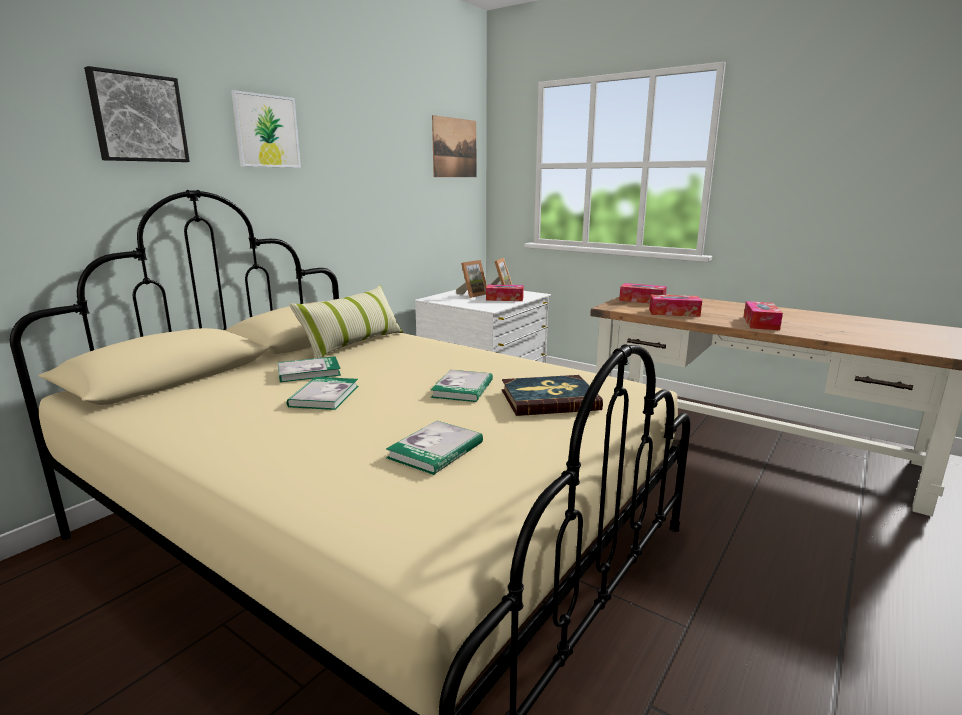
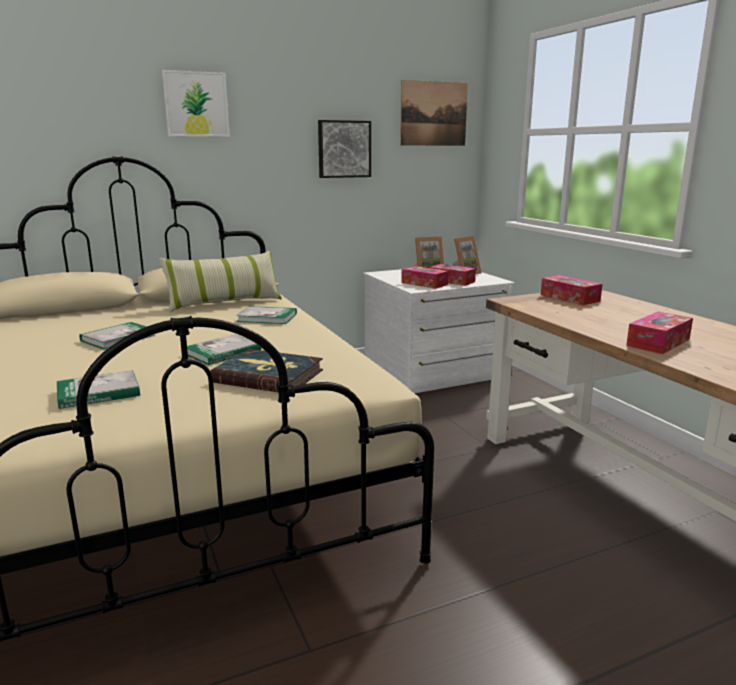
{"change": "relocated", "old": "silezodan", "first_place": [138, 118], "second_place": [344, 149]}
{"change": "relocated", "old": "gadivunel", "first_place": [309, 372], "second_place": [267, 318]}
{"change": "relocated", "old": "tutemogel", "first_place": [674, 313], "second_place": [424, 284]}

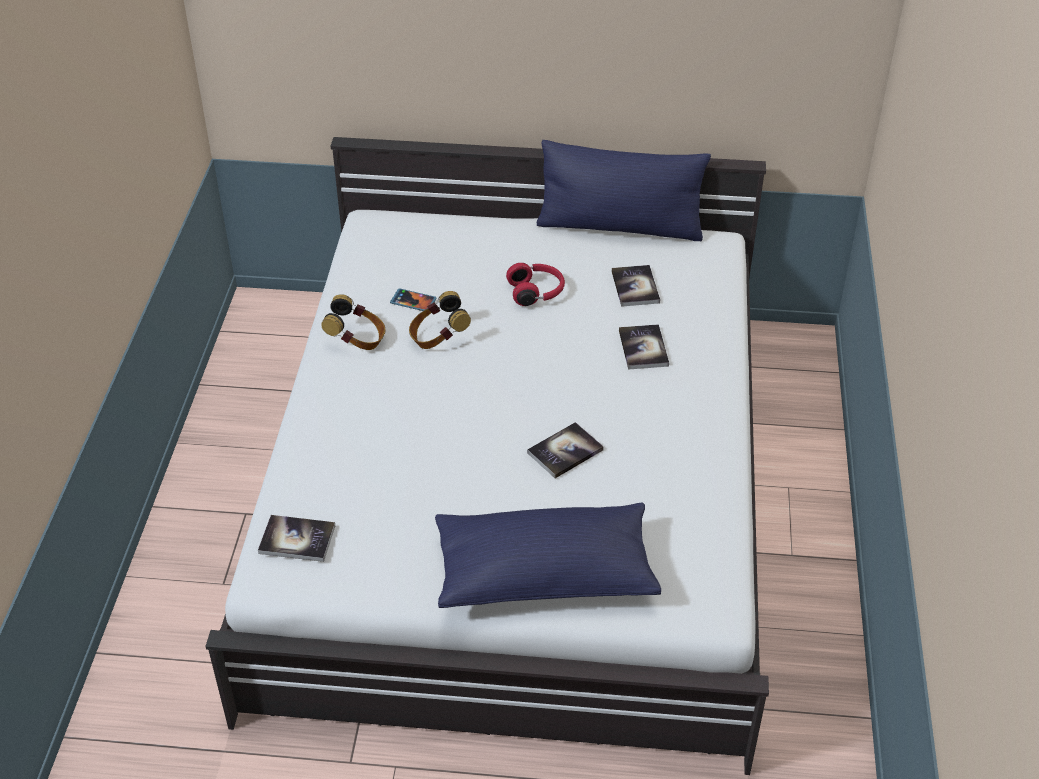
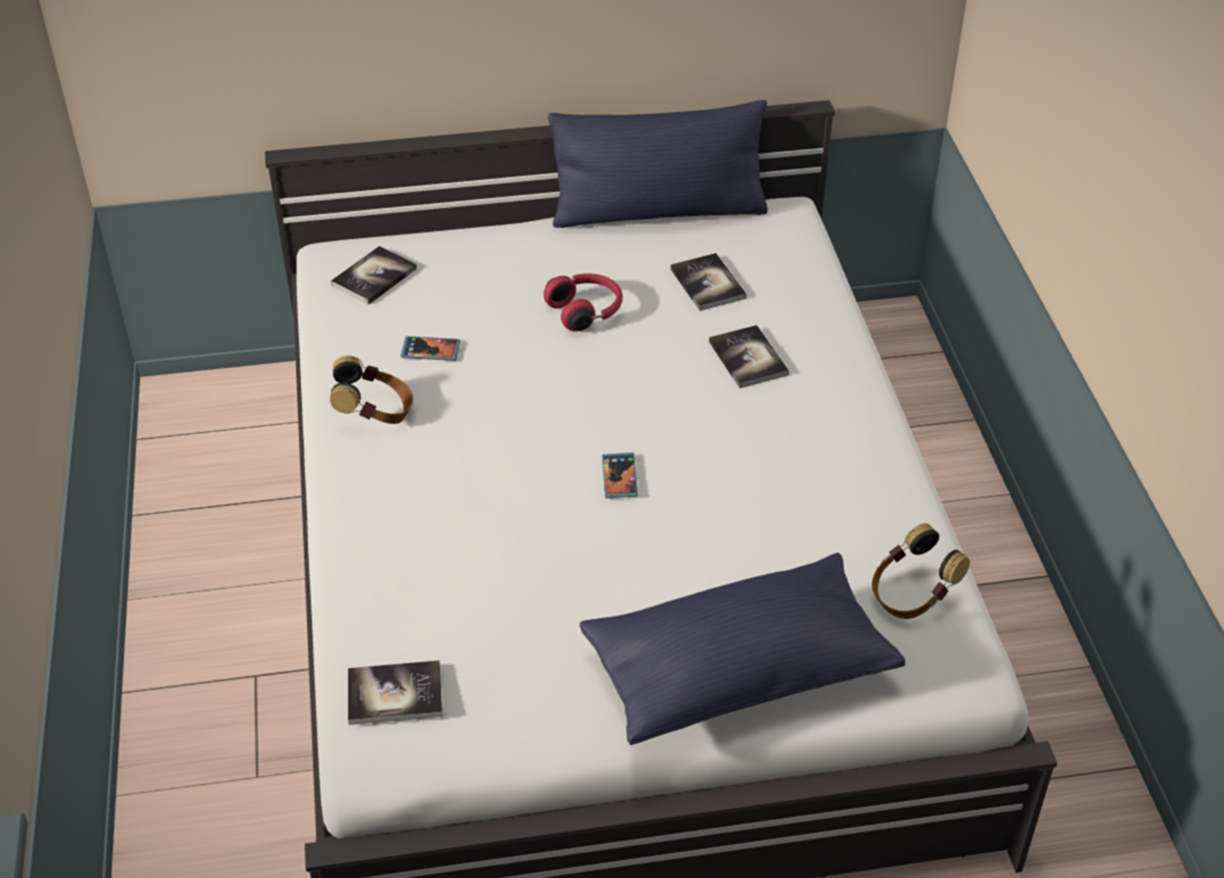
{"change": "relocated", "old": "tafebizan", "first_place": [438, 338], "second_place": [911, 596]}
{"change": "relocated", "old": "gadivunel", "first_place": [565, 451], "second_place": [374, 277]}
{"change": "appeared", "new": "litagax", "second_place": [619, 477]}

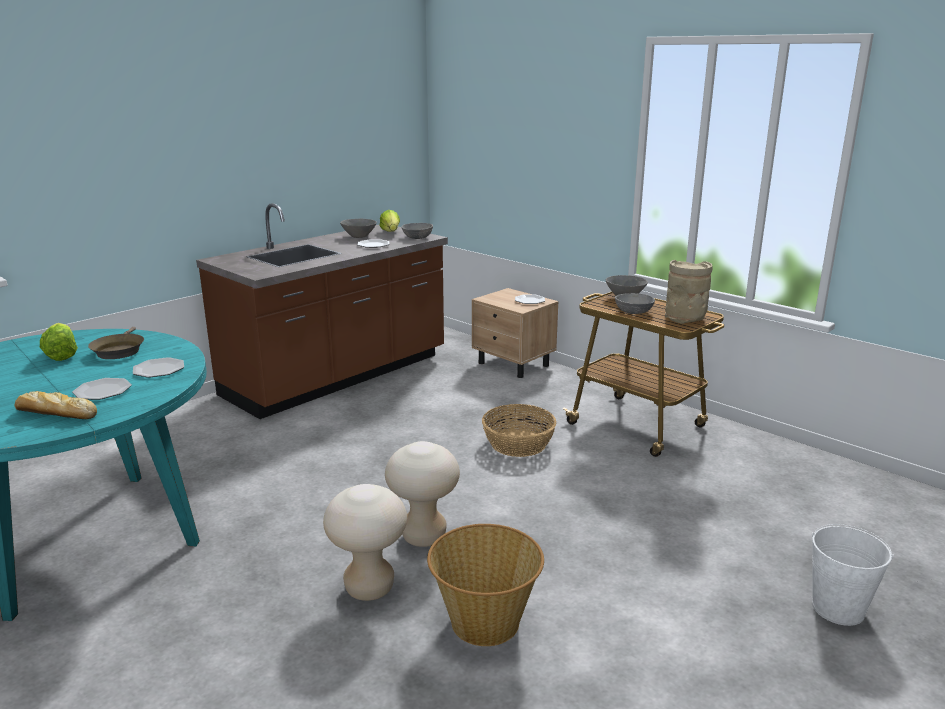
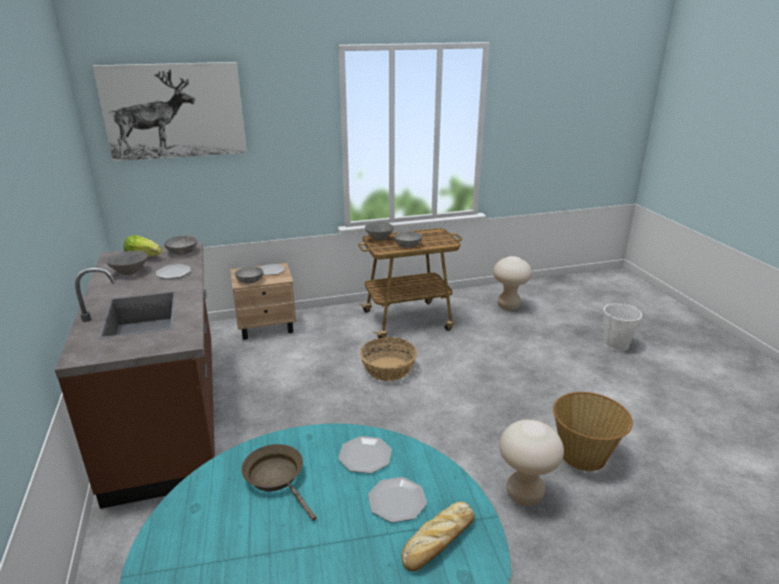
{"change": "missing", "old": "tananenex", "first_place": [62, 354]}
{"change": "spun", "old": "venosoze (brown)", "first_place": [119, 350], "second_place": [277, 478], "degrees": -150}
{"change": "relocated", "old": "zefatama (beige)", "first_place": [424, 536], "second_place": [508, 306]}
{"change": "missing", "old": "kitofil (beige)", "first_place": [684, 320]}
{"change": "appeared", "new": "silezodan", "second_place": [174, 111]}
{"change": "appeared", "new": "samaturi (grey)", "second_place": [250, 281]}

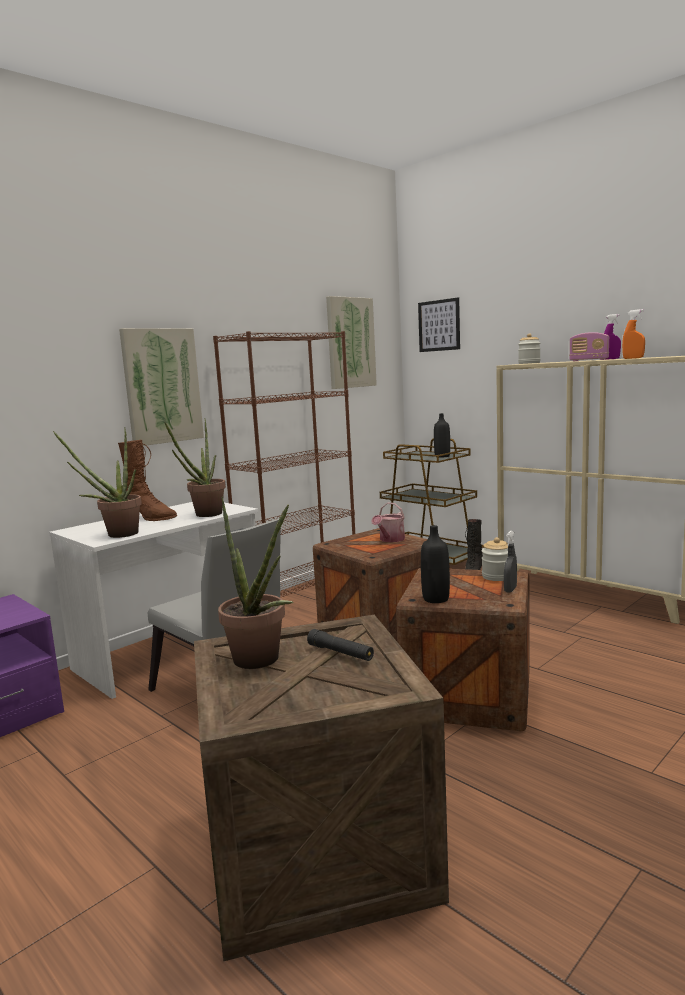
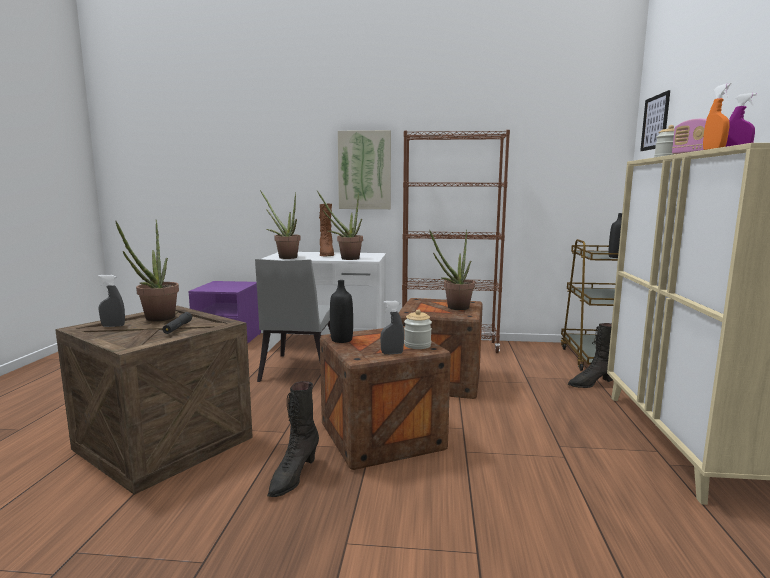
{"change": "missing", "old": "silezodan", "first_place": [350, 343]}
{"change": "exchanged", "old": "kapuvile", "new": "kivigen", "first_place": [390, 540], "second_place": [454, 308]}
{"change": "appeared", "new": "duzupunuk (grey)", "second_place": [113, 326]}
{"change": "appeared", "new": "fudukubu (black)", "second_place": [293, 477]}

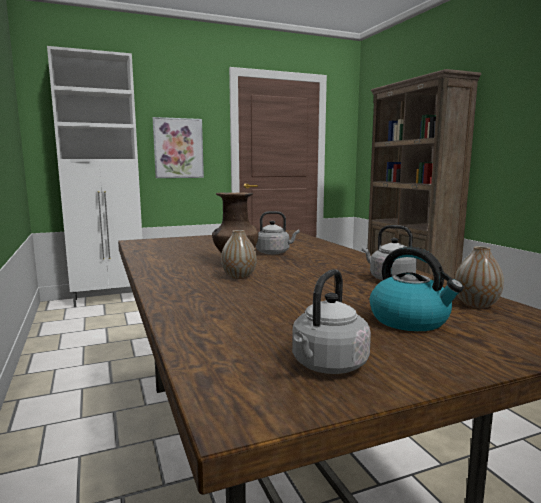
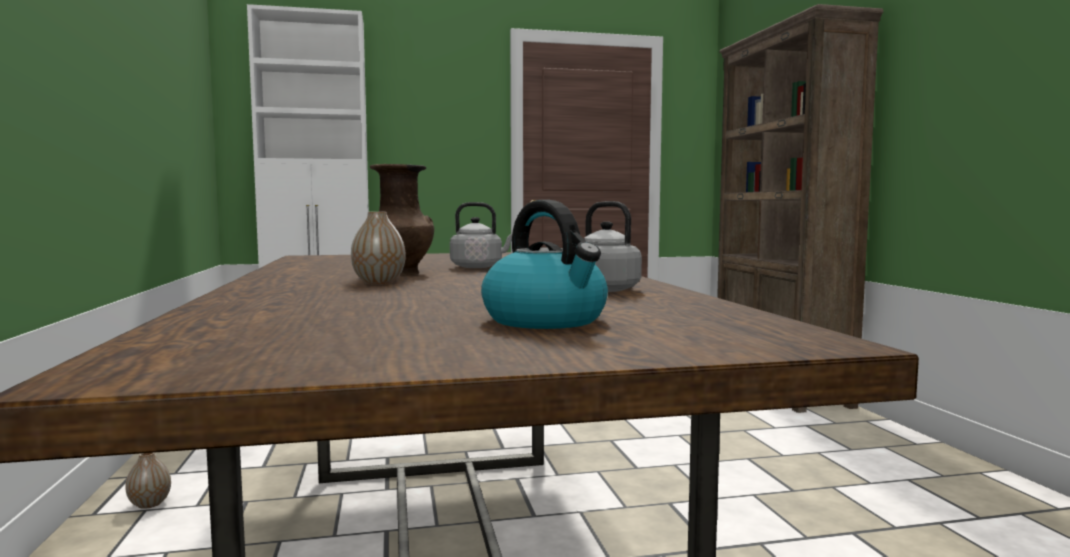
{"change": "missing", "old": "silezodan", "first_place": [178, 148]}
{"change": "missing", "old": "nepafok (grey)", "first_place": [327, 366]}
{"change": "relocated", "old": "kitofil", "first_place": [476, 304], "second_place": [149, 504]}

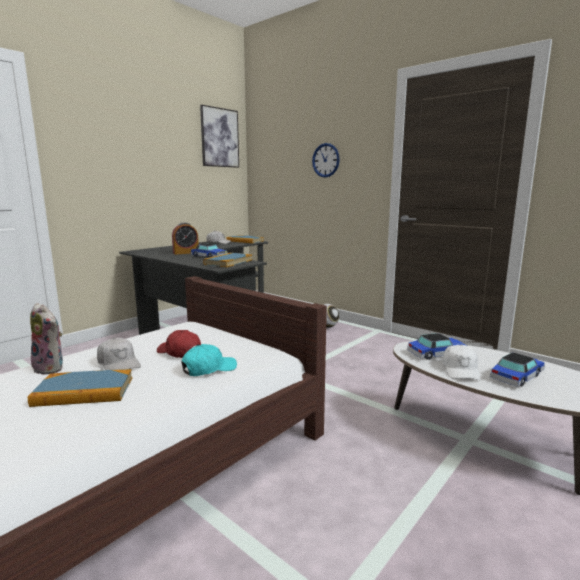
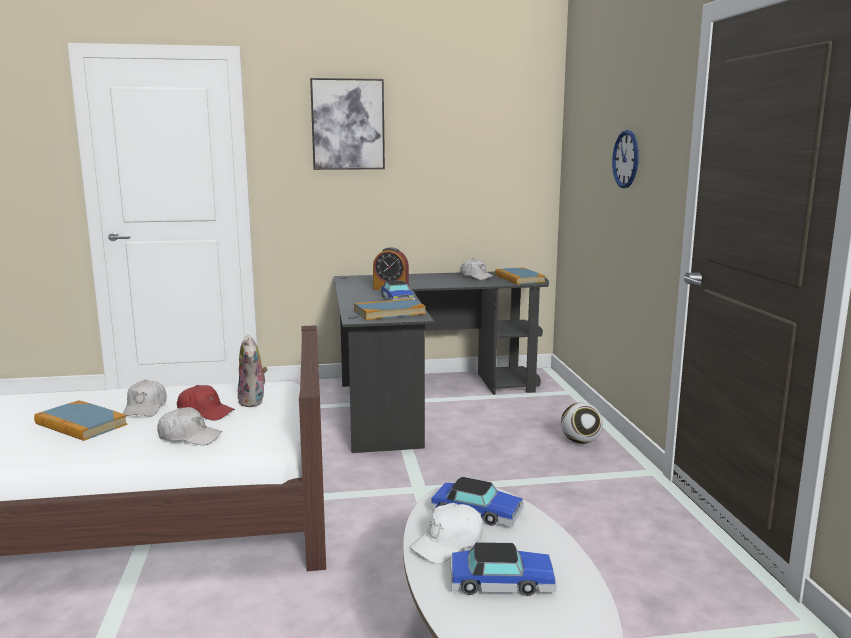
{"change": "relocated", "old": "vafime", "first_place": [51, 368], "second_place": [254, 402]}
{"change": "spun", "old": "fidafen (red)", "first_place": [179, 352], "second_place": [205, 412], "degrees": 120}
{"change": "colour", "old": "fidafen (turquoise)", "new": "fidafen (white)", "first_place": [209, 369], "second_place": [189, 437]}
{"change": "relocated", "old": "silezodan", "first_place": [219, 138], "second_place": [348, 124]}

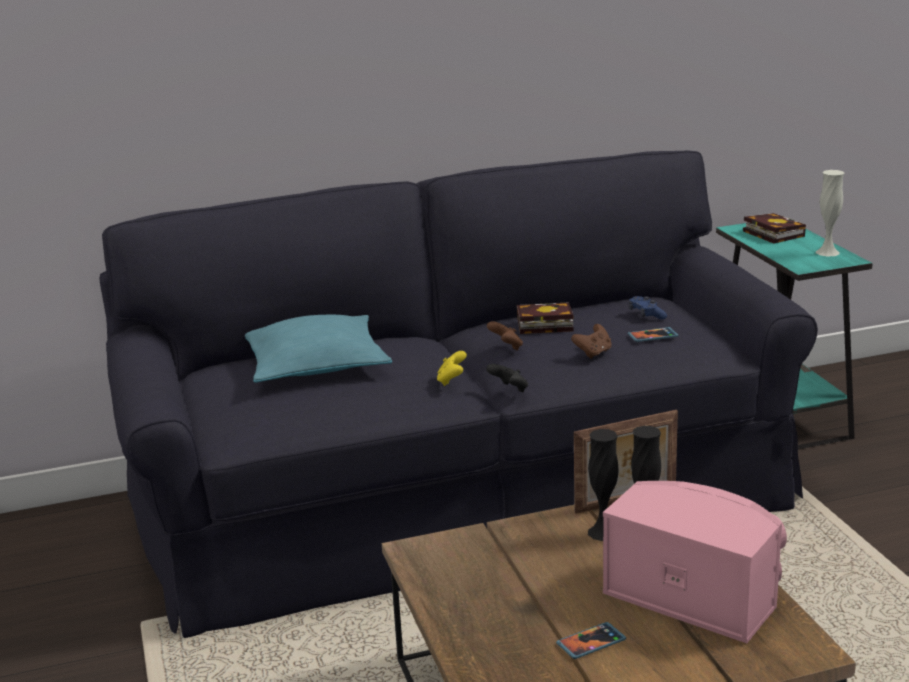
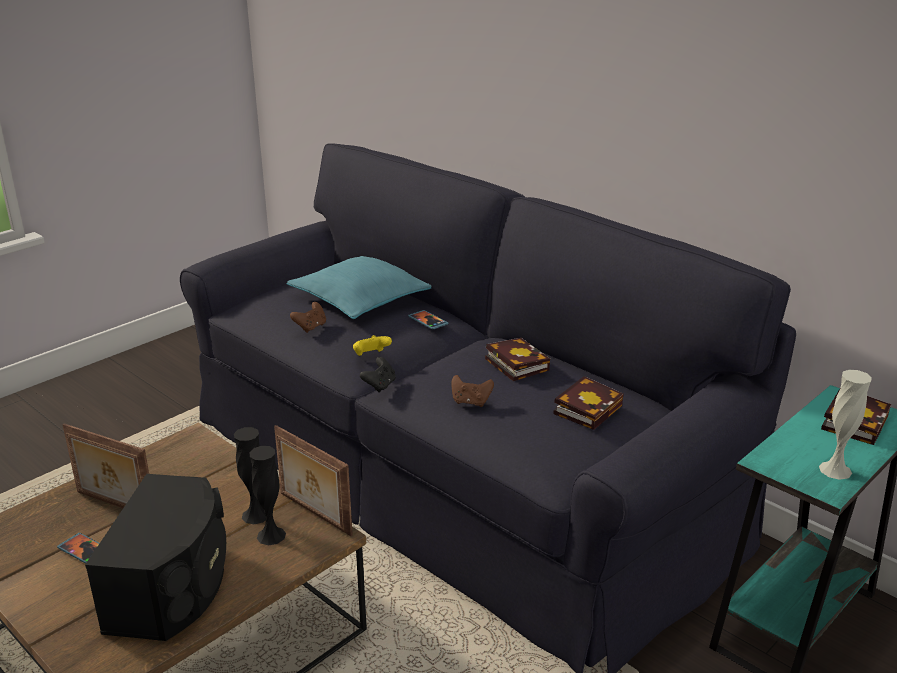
{"change": "relocated", "old": "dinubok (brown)", "first_place": [506, 347], "second_place": [310, 327]}
{"change": "colour", "old": "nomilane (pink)", "new": "nomilane (black)", "first_place": [694, 593], "second_place": [173, 587]}
{"change": "relocated", "old": "litagax", "first_place": [652, 336], "second_place": [428, 321]}
{"change": "exchanged", "old": "dinubok (blue)", "new": "gadivunel", "first_place": [646, 314], "second_place": [588, 408]}
{"change": "appeared", "new": "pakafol", "second_place": [115, 506]}

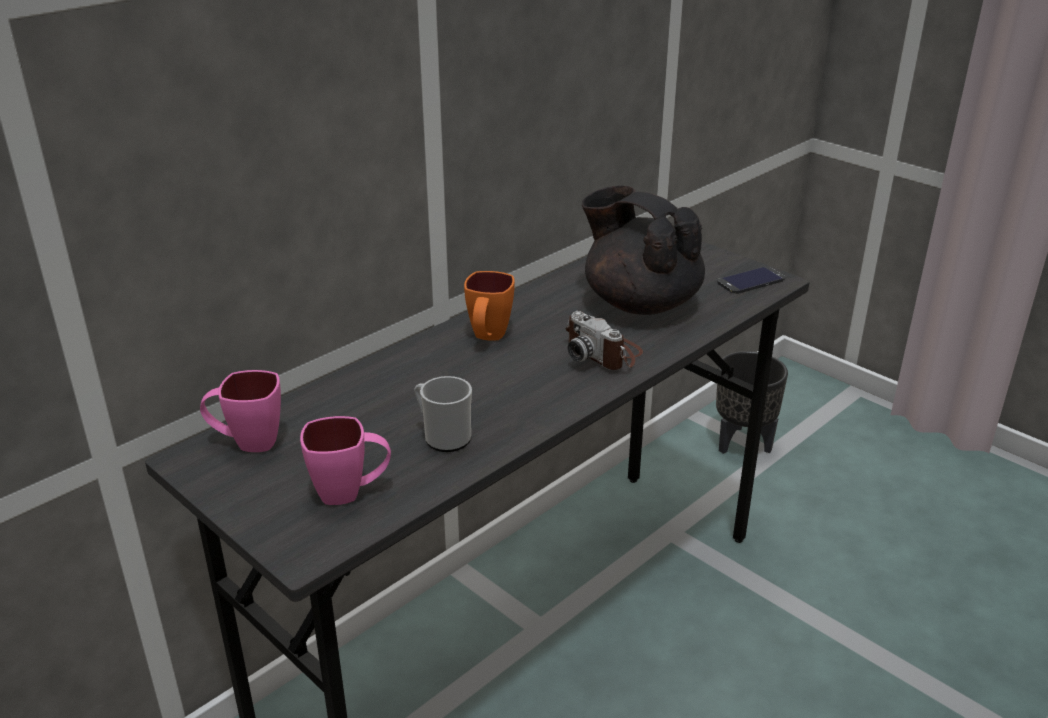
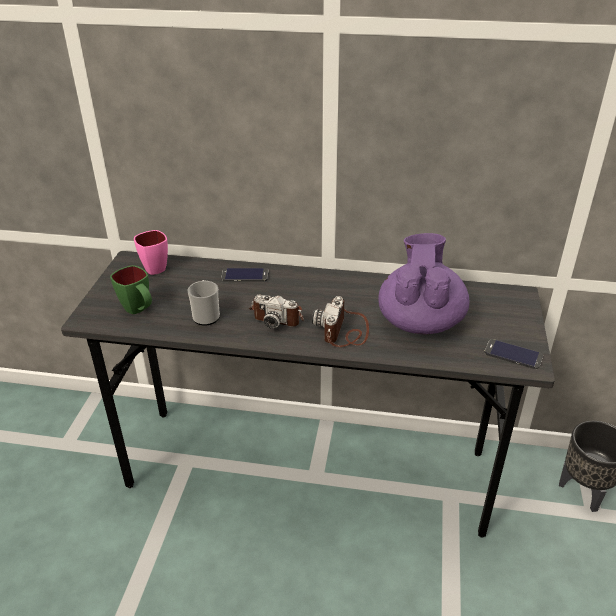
{"change": "colour", "old": "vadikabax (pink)", "new": "vadikabax (green)", "first_place": [351, 492], "second_place": [139, 310]}
{"change": "missing", "old": "vadikabax (orange)", "first_place": [488, 338]}
{"change": "colour", "old": "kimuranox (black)", "new": "kimuranox (purple)", "first_place": [640, 303], "second_place": [420, 321]}
{"change": "appeared", "new": "litagax", "second_place": [245, 275]}
{"change": "appeared", "new": "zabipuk", "second_place": [278, 316]}

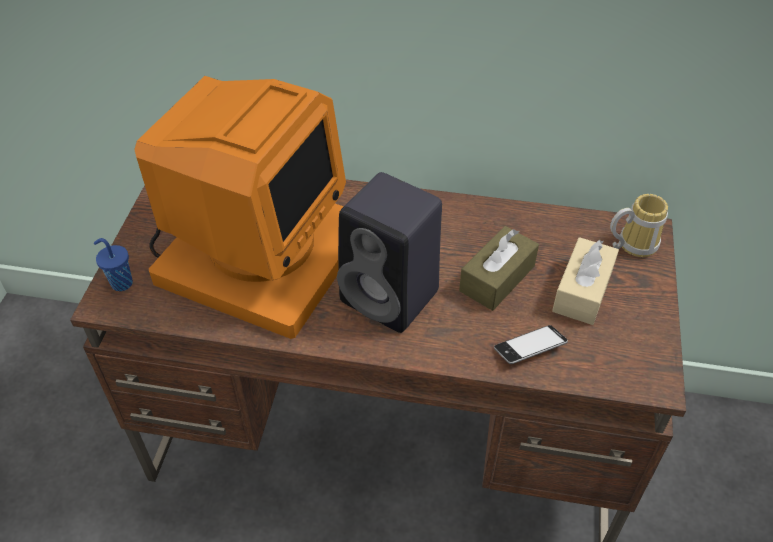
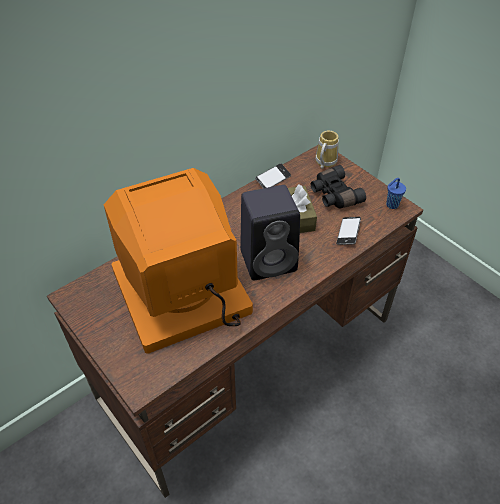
{"change": "relocated", "old": "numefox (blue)", "first_place": [120, 283], "second_place": [391, 205]}
{"change": "spun", "old": "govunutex", "first_place": [259, 253], "second_place": [181, 294], "degrees": -90}
{"change": "exchanged", "old": "tutemogel (beige)", "new": "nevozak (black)", "first_place": [582, 291], "second_place": [334, 195]}
{"change": "appeared", "new": "litagax", "second_place": [273, 179]}

